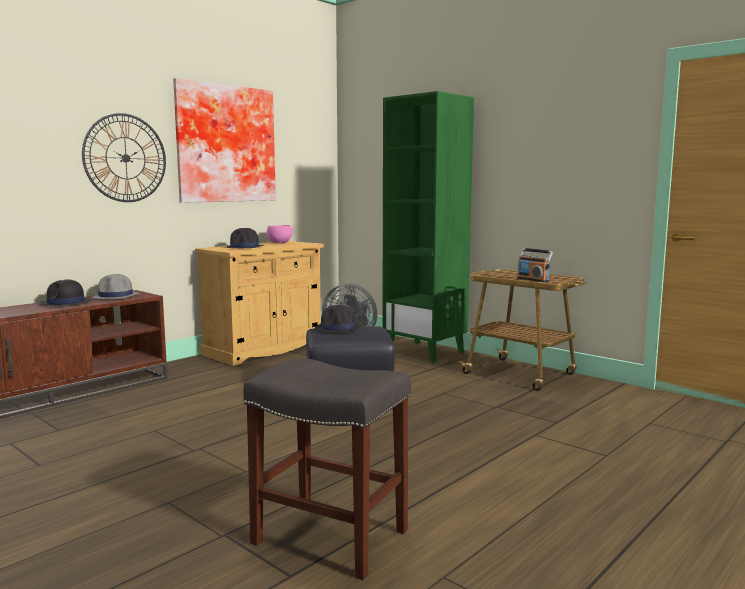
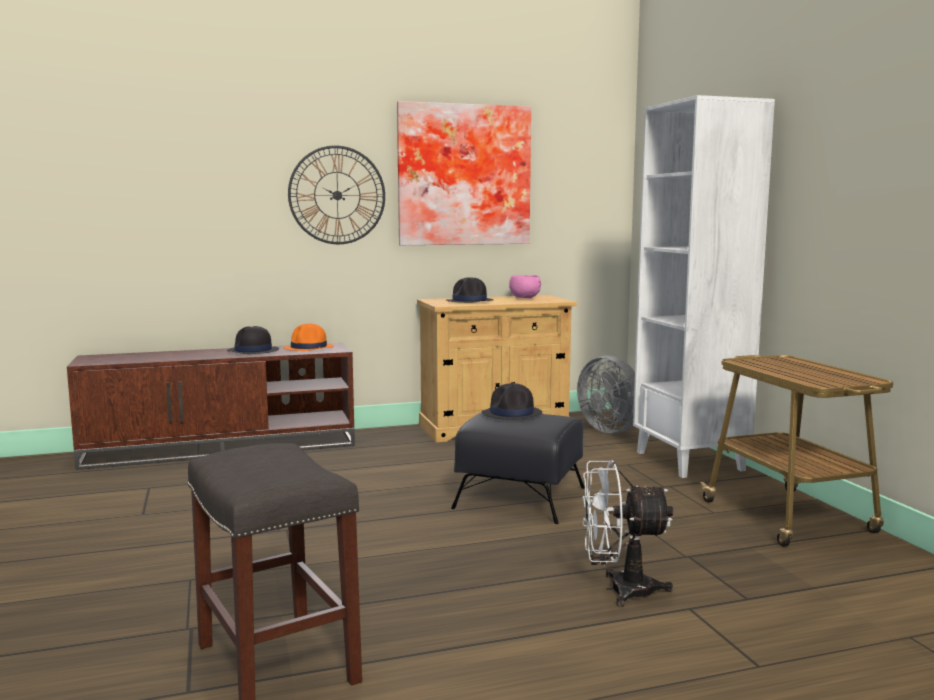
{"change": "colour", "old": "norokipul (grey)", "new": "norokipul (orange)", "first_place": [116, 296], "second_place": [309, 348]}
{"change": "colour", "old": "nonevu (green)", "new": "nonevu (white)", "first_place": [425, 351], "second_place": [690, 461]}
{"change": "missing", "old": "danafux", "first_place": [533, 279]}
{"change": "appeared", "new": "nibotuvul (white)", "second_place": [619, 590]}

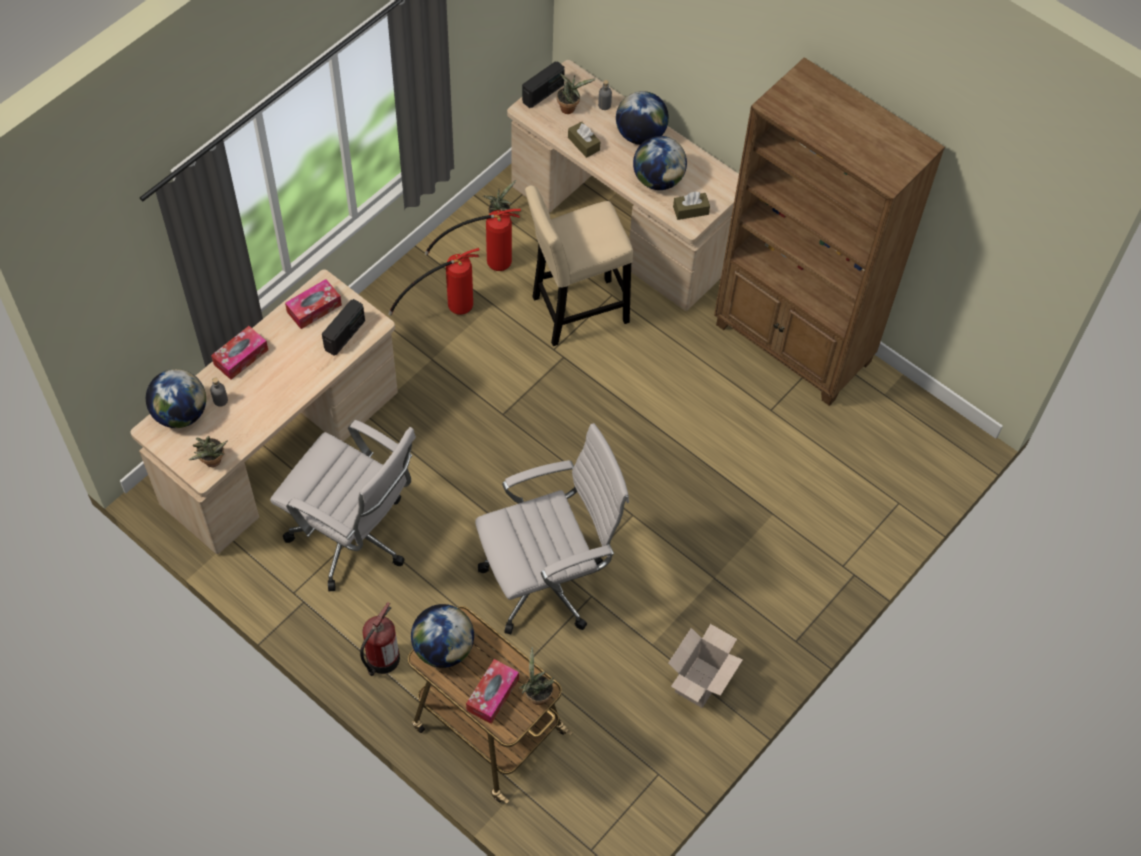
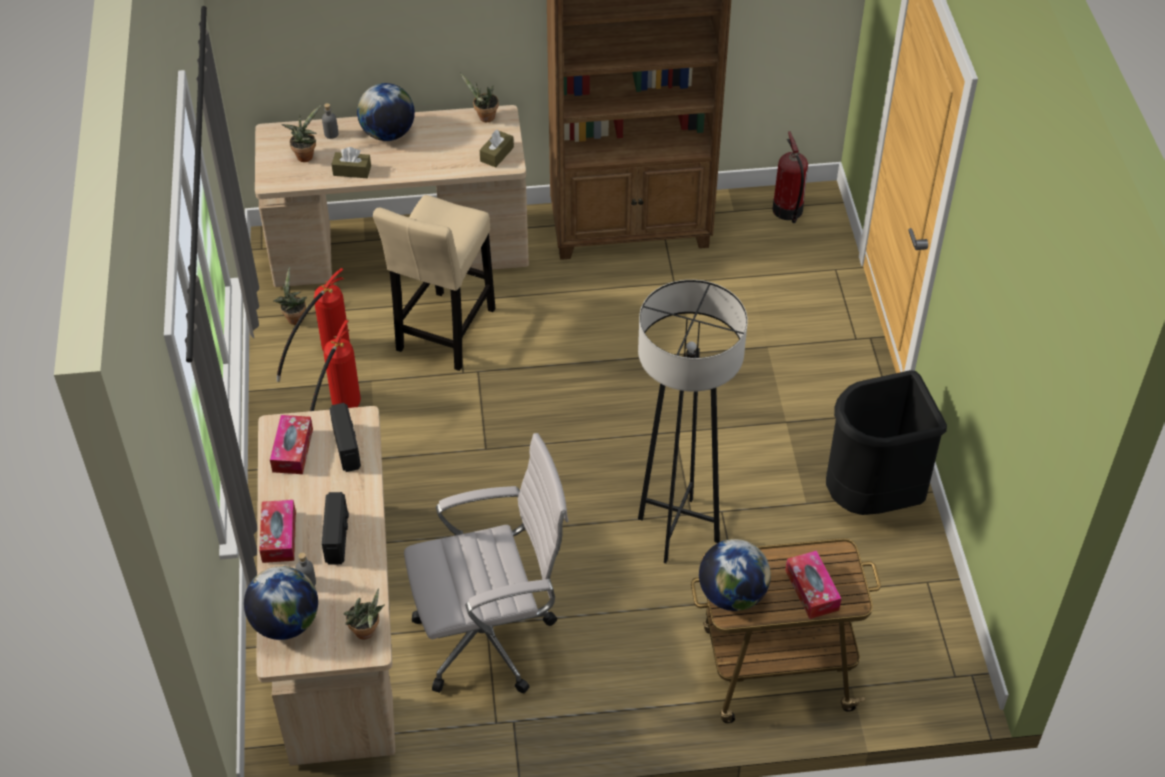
{"change": "relocated", "old": "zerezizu", "first_place": [381, 660], "second_place": [788, 211]}
{"change": "exchanged", "old": "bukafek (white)", "new": "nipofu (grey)", "first_place": [548, 581], "second_place": [678, 530]}
{"change": "relocated", "old": "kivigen", "first_place": [536, 695], "second_place": [484, 117]}
{"change": "relocated", "old": "danafux", "first_place": [543, 93], "second_place": [337, 538]}
{"change": "missing", "old": "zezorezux", "first_place": [658, 180]}
{"change": "exchanged", "old": "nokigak", "new": "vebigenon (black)", "first_place": [699, 684], "second_place": [872, 498]}

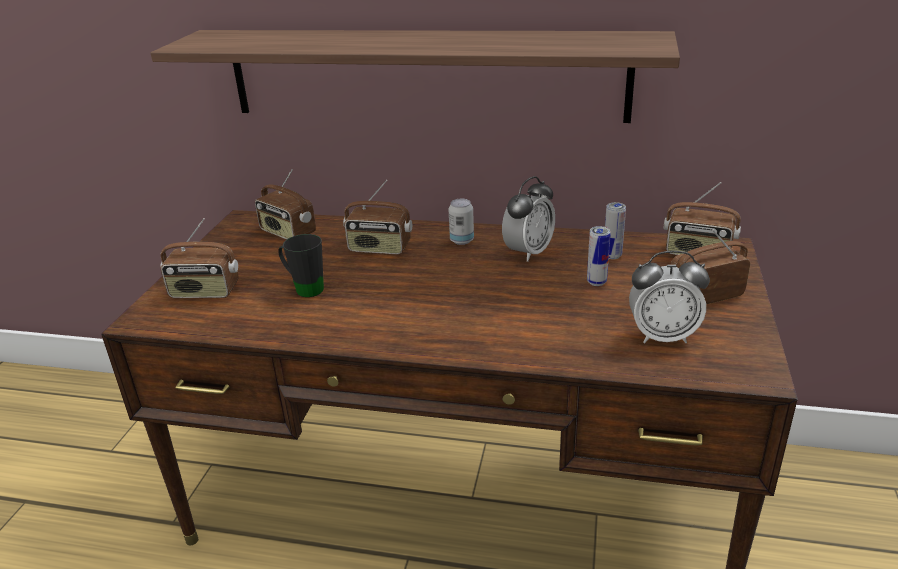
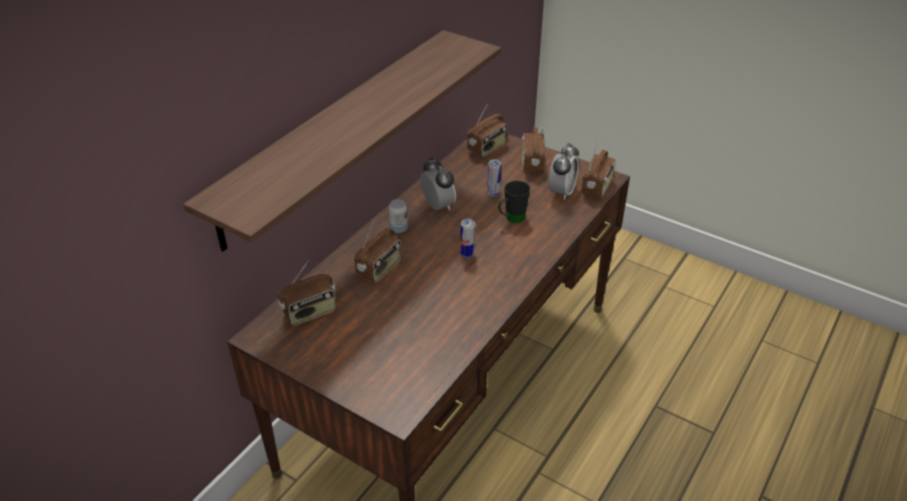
{"change": "relocated", "old": "danafux", "first_place": [204, 292], "second_place": [597, 188]}
{"change": "relocated", "old": "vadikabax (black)", "first_place": [304, 288], "second_place": [511, 219]}
{"change": "relocated", "old": "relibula", "first_place": [612, 256], "second_place": [467, 255]}

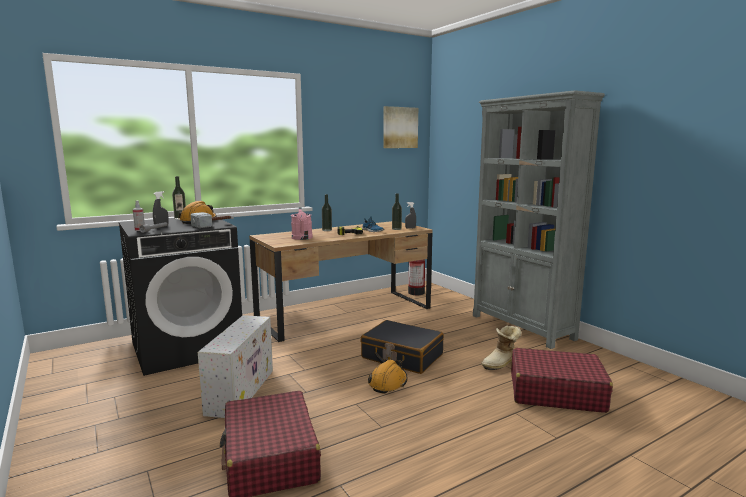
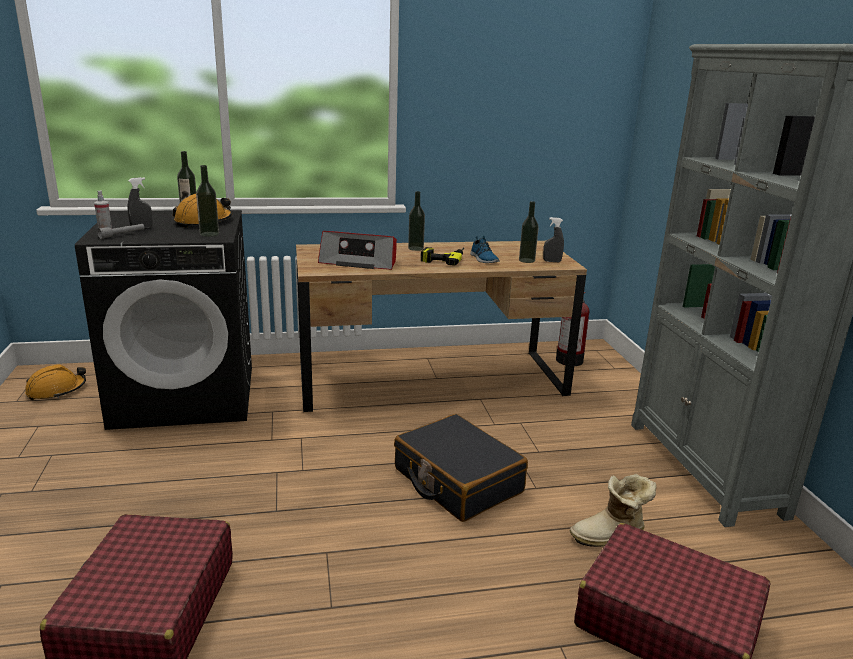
{"change": "exchanged", "old": "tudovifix", "new": "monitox", "first_place": [214, 225], "second_place": [209, 234]}
{"change": "missing", "old": "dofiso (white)", "first_place": [241, 390]}
{"change": "exchanged", "old": "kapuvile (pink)", "new": "danafux", "first_place": [302, 238], "second_place": [359, 262]}
{"change": "relocated", "old": "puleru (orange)", "first_place": [388, 383], "second_place": [56, 390]}
{"change": "missing", "old": "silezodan", "first_place": [400, 127]}

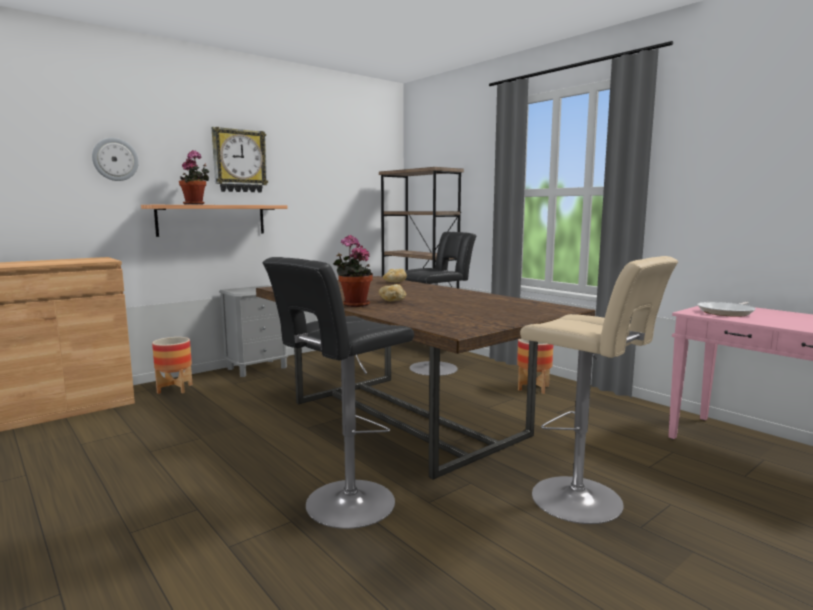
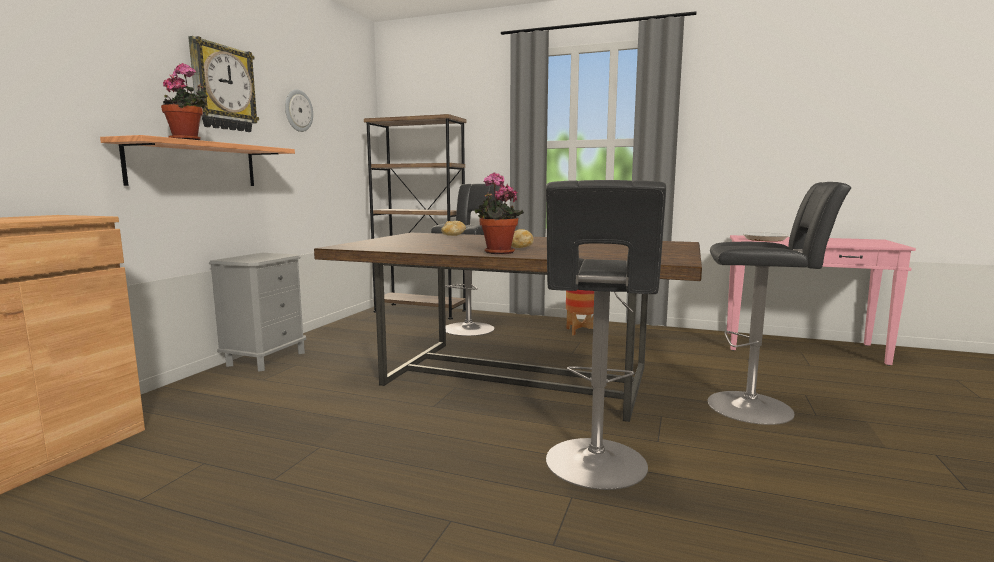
{"change": "relocated", "old": "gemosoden", "first_place": [115, 159], "second_place": [298, 110]}
{"change": "missing", "old": "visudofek", "first_place": [175, 389]}
{"change": "colour", "old": "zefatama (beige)", "new": "zefatama (black)", "first_place": [583, 501], "second_place": [756, 407]}

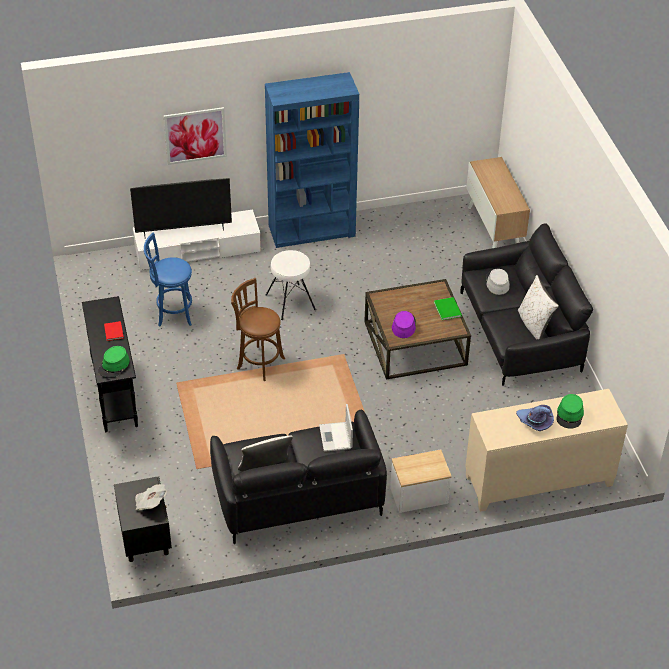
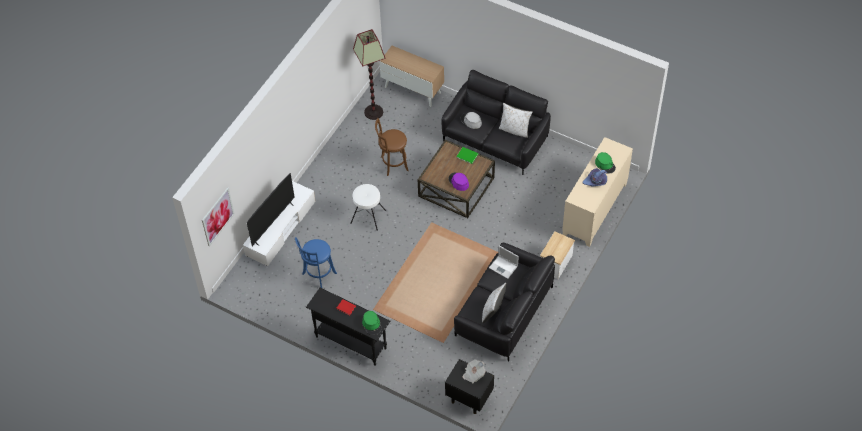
{"change": "relocated", "old": "silezodan", "first_place": [195, 135], "second_place": [217, 216]}
{"change": "relocated", "old": "zefatama (brown)", "first_place": [258, 362], "second_place": [392, 164]}
{"change": "missing", "old": "nonevu (blue)", "first_place": [312, 231]}
{"change": "appeared", "new": "nipofu", "second_place": [373, 112]}

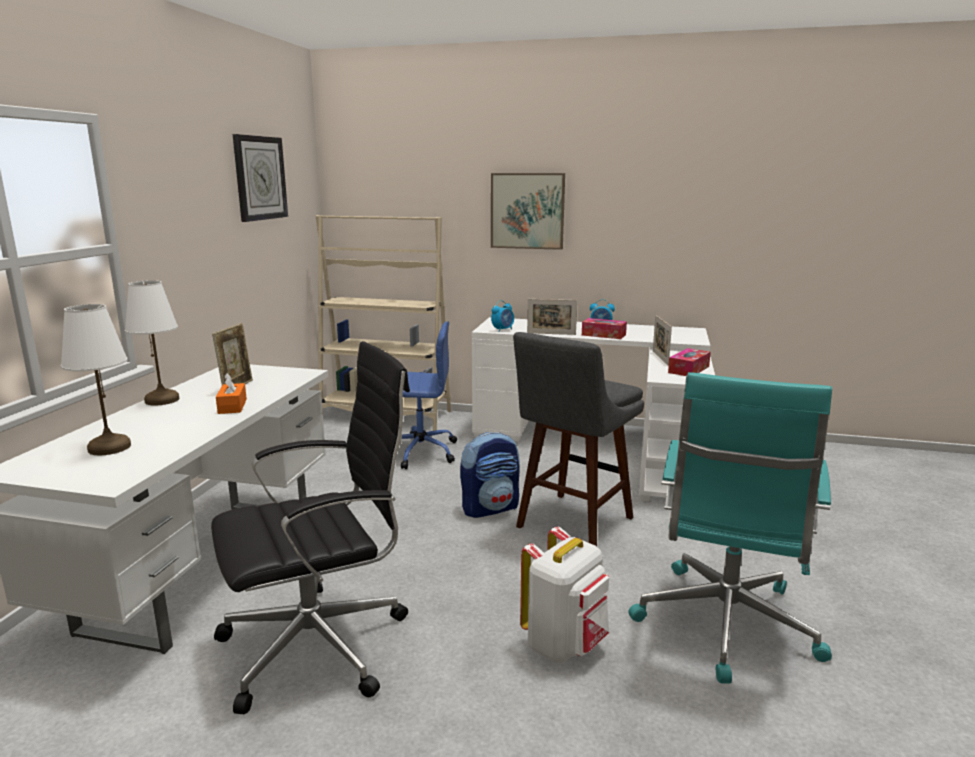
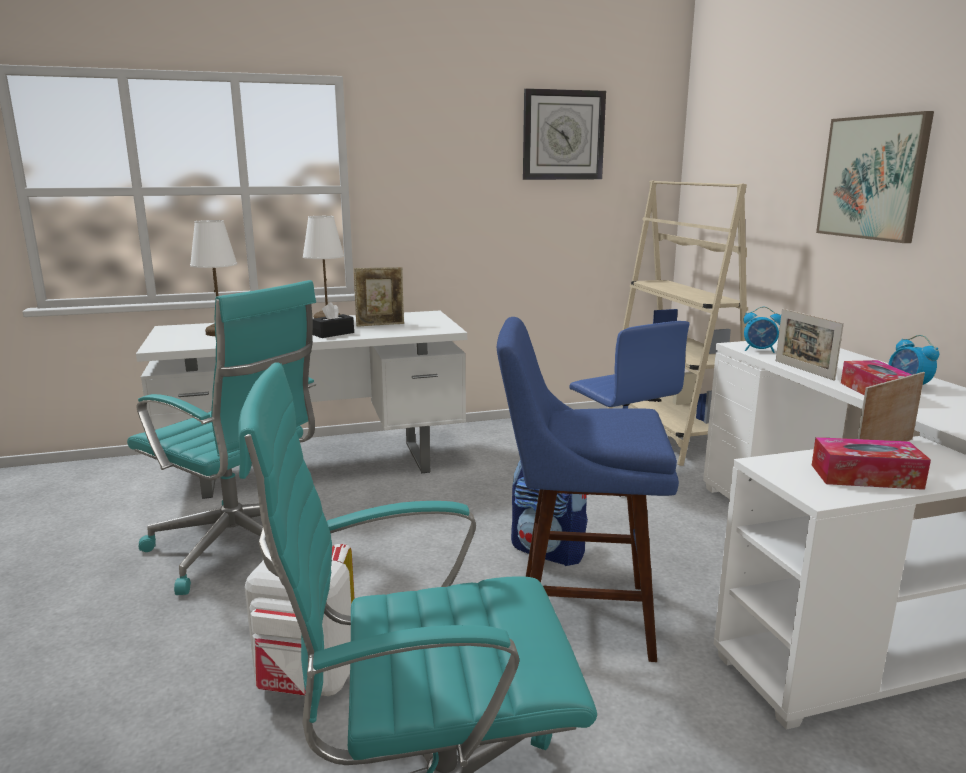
{"change": "colour", "old": "bukafek (black)", "new": "bukafek (turquoise)", "first_place": [321, 644], "second_place": [240, 549]}
{"change": "colour", "old": "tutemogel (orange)", "new": "tutemogel (black)", "first_place": [232, 406], "second_place": [333, 333]}
{"change": "colour", "old": "zefatama (grey)", "new": "zefatama (blue)", "first_place": [572, 524], "second_place": [575, 616]}

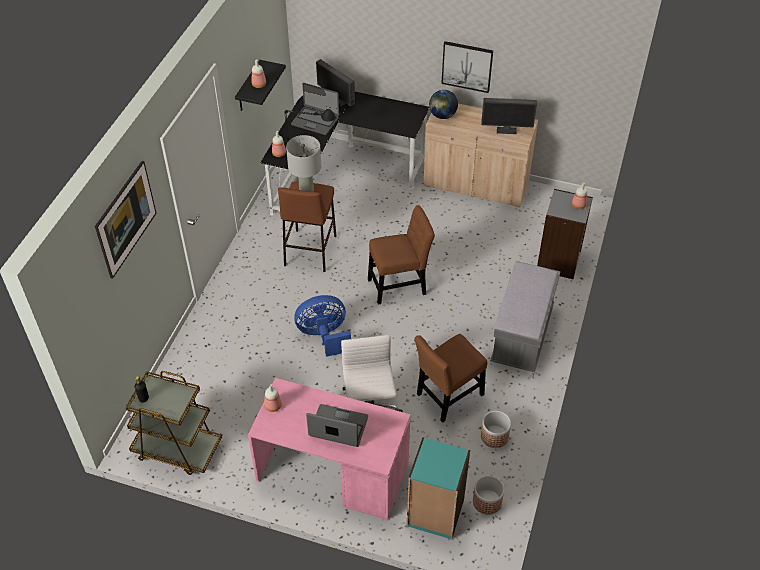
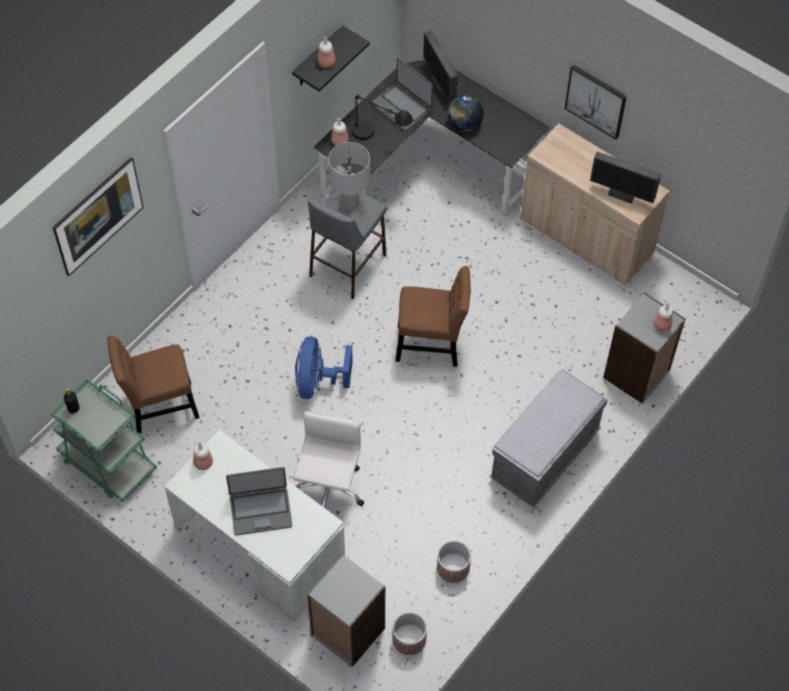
{"change": "colour", "old": "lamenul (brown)", "new": "lamenul (green)", "first_place": [177, 449], "second_place": [107, 463]}
{"change": "colour", "old": "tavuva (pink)", "new": "tavuva (white)", "first_place": [331, 471], "second_place": [258, 546]}
{"change": "colour", "old": "zefatama (brown)", "new": "zefatama (grey)", "first_place": [310, 251], "second_place": [347, 266]}
{"change": "spun", "old": "nibotuvul (blue)", "first_place": [324, 336], "second_place": [318, 382], "degrees": -90}
{"change": "spun", "old": "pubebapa", "first_place": [338, 427], "second_place": [260, 510], "degrees": 135}
{"change": "colour", "old": "nonevu (turquoise)", "new": "nonevu (grey)", "first_place": [435, 513], "second_place": [347, 632]}
{"change": "relocated", "old": "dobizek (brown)", "first_place": [447, 397], "second_place": [159, 407]}
{"change": "relocated", "old": "zezorezux", "first_place": [442, 115], "second_place": [464, 124]}

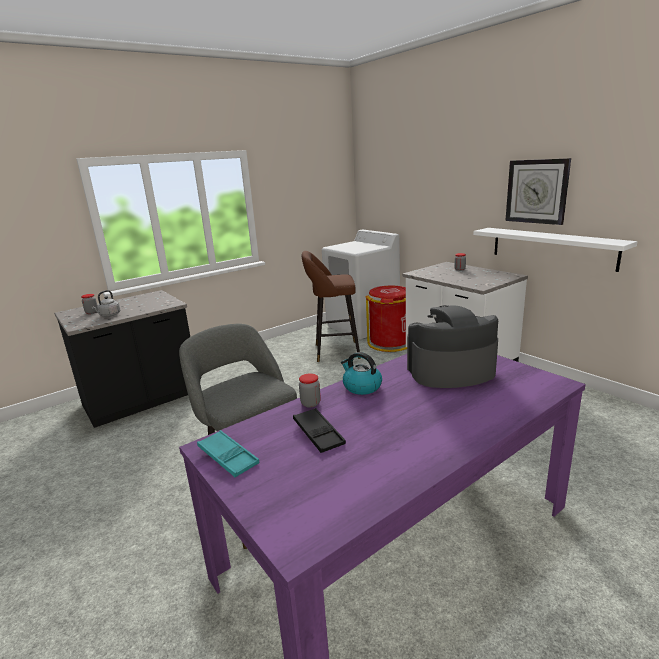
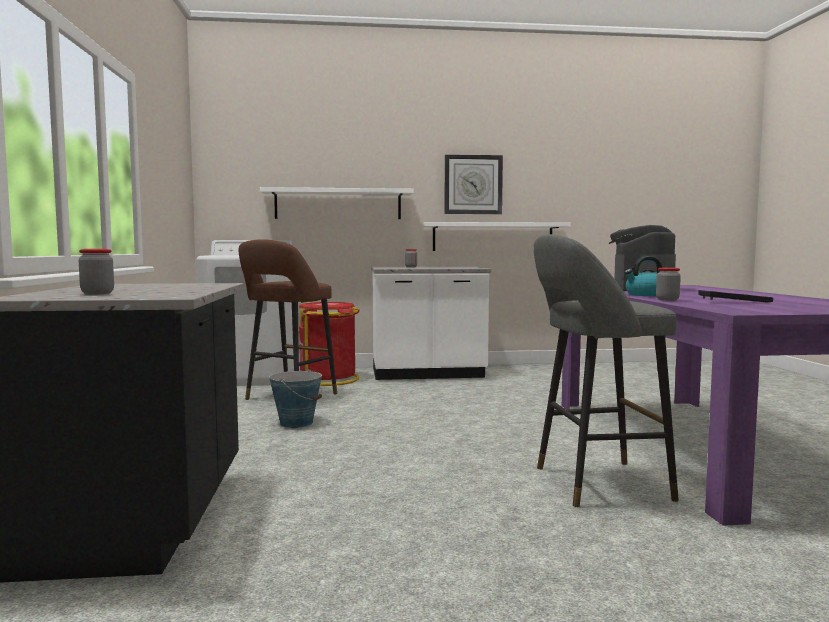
{"change": "missing", "old": "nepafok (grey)", "first_place": [109, 315]}
{"change": "missing", "old": "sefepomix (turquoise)", "first_place": [228, 457]}
{"change": "appeared", "new": "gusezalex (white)", "second_place": [338, 204]}
{"change": "appeared", "new": "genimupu", "second_place": [296, 423]}

